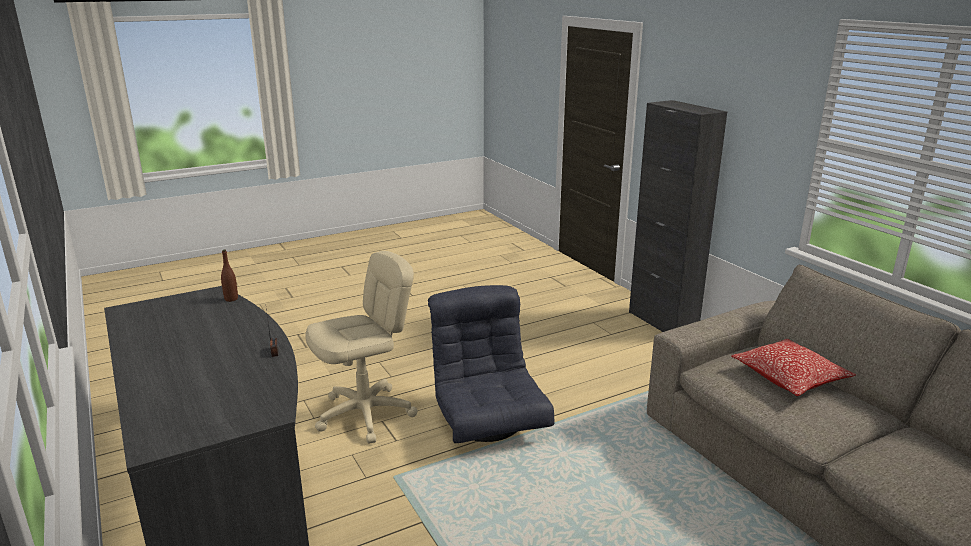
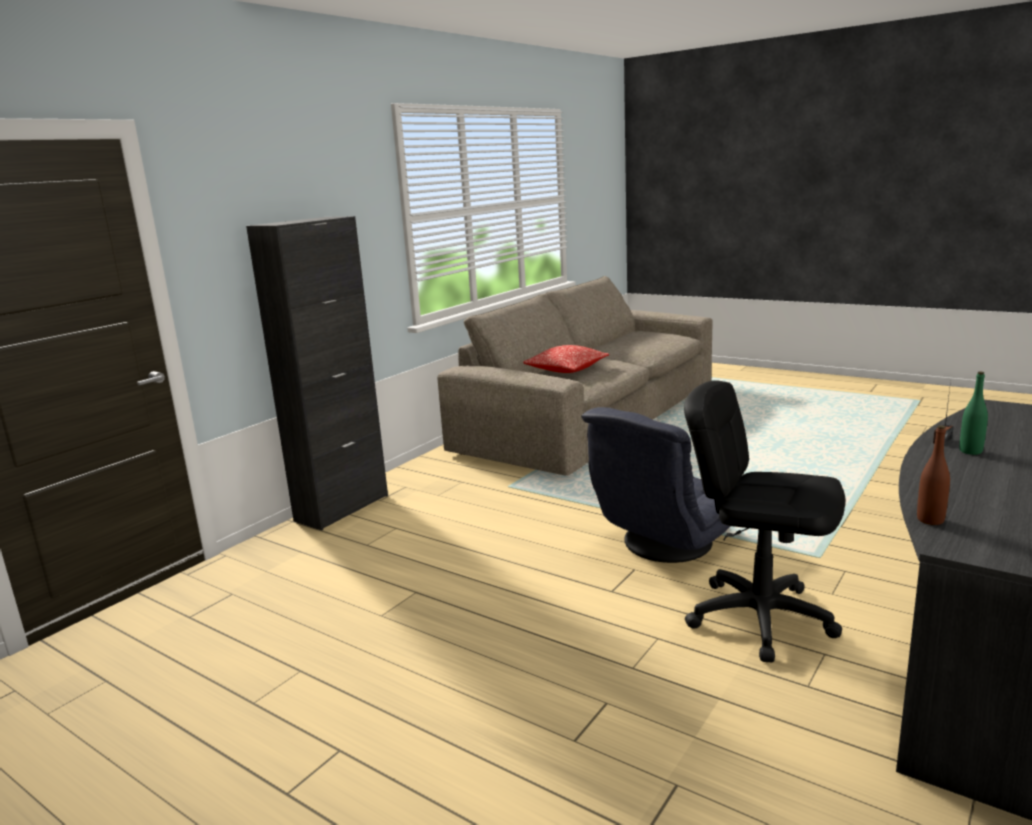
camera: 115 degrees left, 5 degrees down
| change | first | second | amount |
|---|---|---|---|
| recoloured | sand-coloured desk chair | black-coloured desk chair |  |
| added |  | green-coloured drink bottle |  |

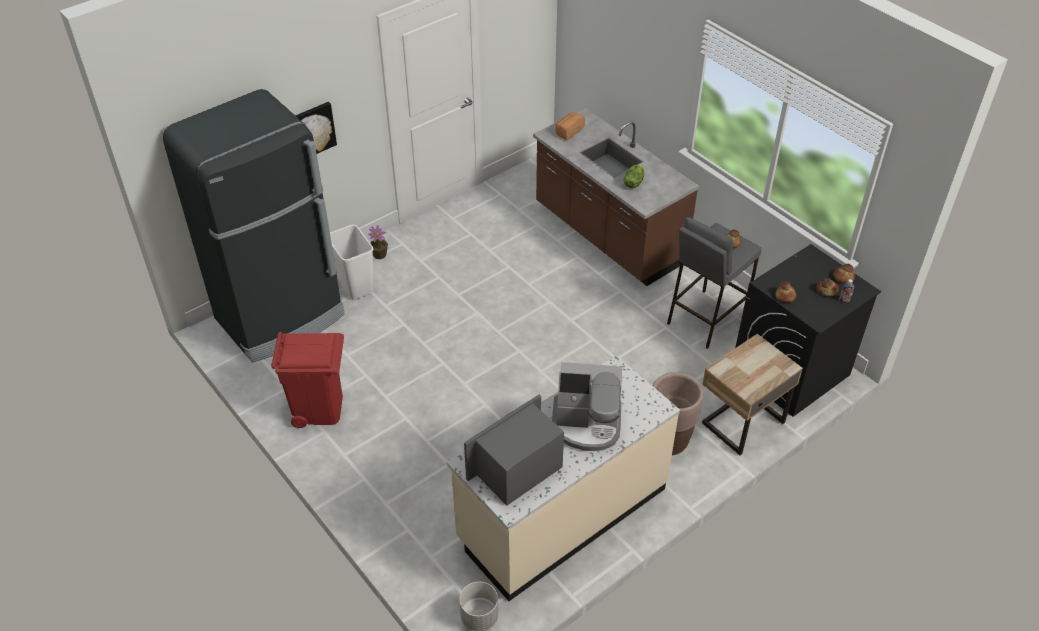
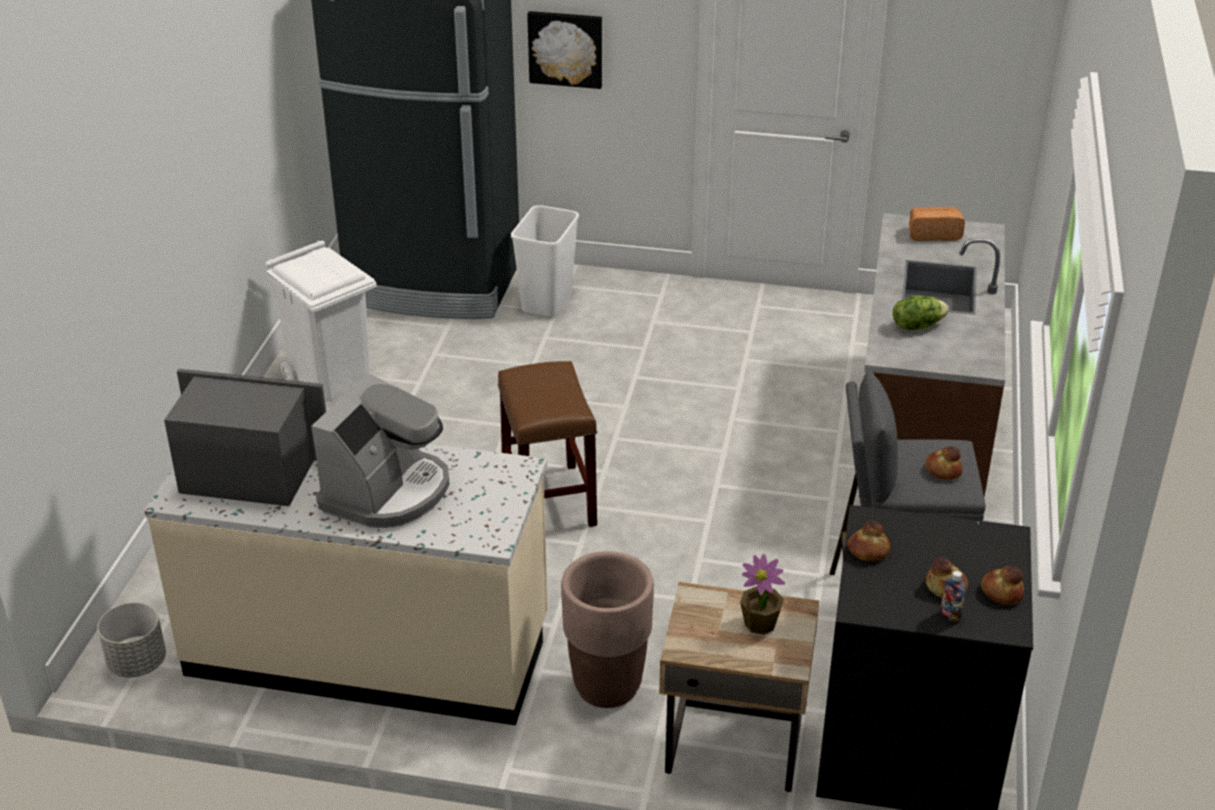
camera: 50 degrees right, 10 degrees down
| change | first | second | amount |
|---|---|---|---|
| moved | potted plant |  |  |
| recoloured | reddish waste bin | whitish waste bin (1st from left) |  |
| turned | coffee maker |  | 120 degrees counterclockwise |
| added |  | brown-coloured sitting stool |  |

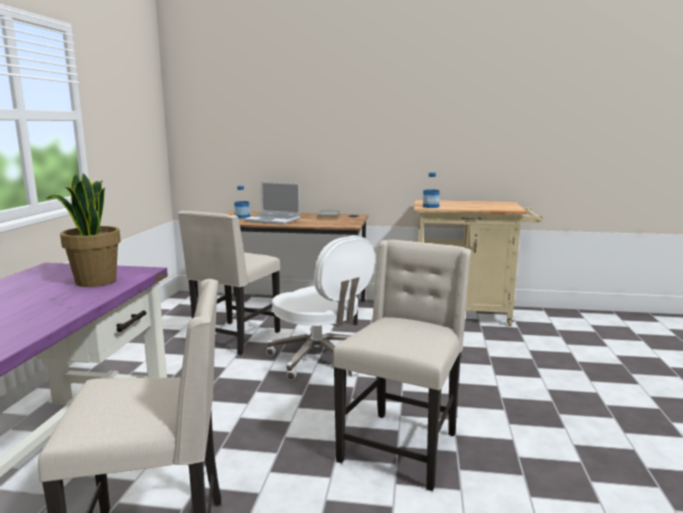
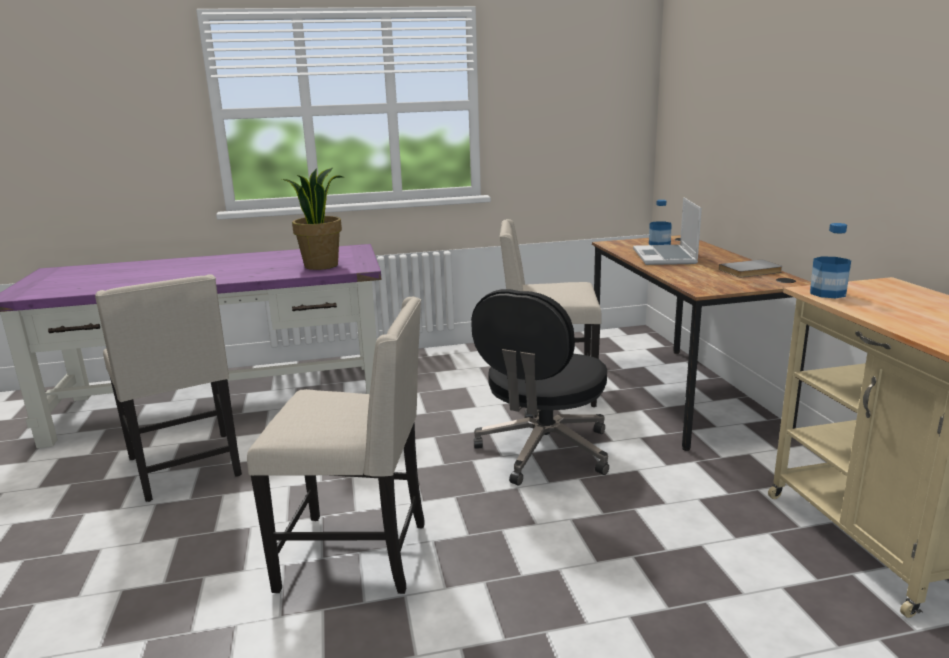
camera: 70 degrees right, 5 degrees up
| change | first | second | amount |
|---|---|---|---|
| recoloured | whitish desk chair | black-coloured desk chair |  |

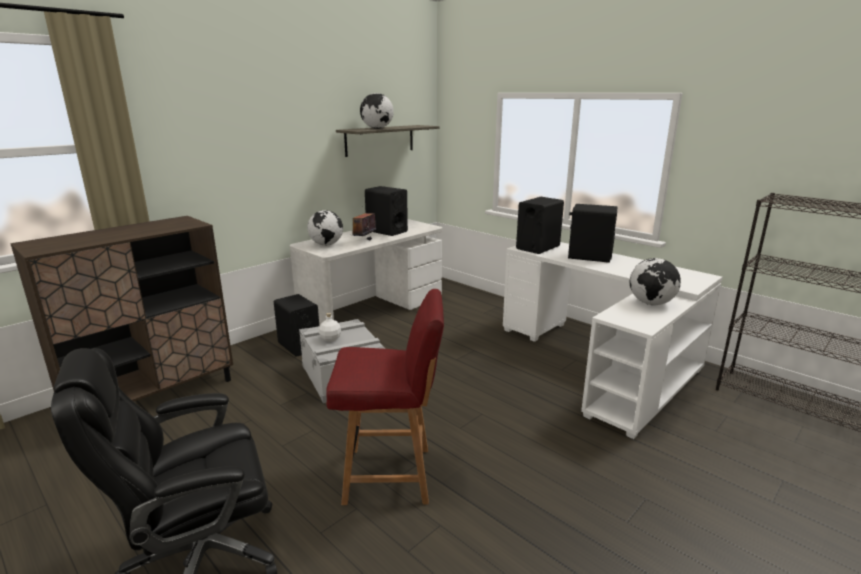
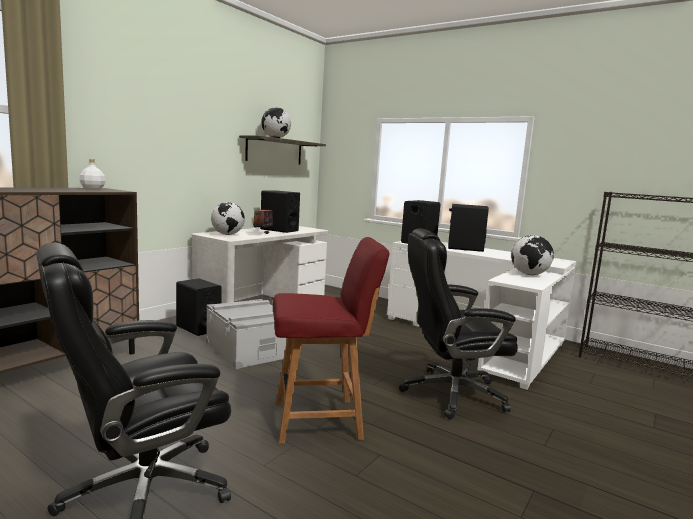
camera: 10 degrees left, 10 degrees down
| change | first | second | amount |
|---|---|---|---|
| moved | whitish drink bottle |  |  |
| added |  | black-coloured desk chair (2nd from left) |  |

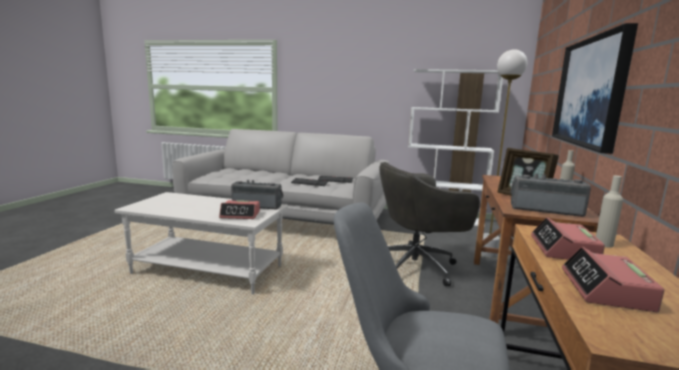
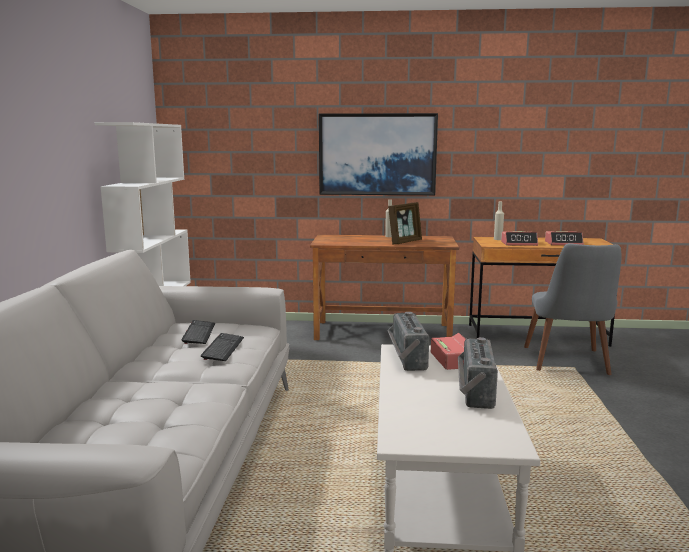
camera: 100 degrees left, 0 degrees up
| change | first | second | amount |
|---|---|---|---|
| removed | whitish standard lamp |  |  |
| removed | grey desk chair |  |  |
| moved | radio (2nd from left) |  |  |

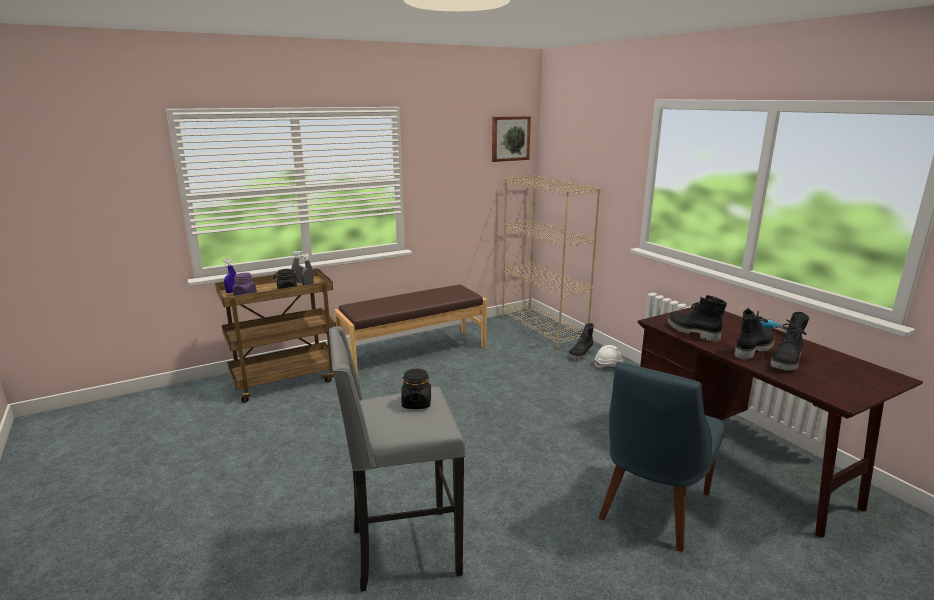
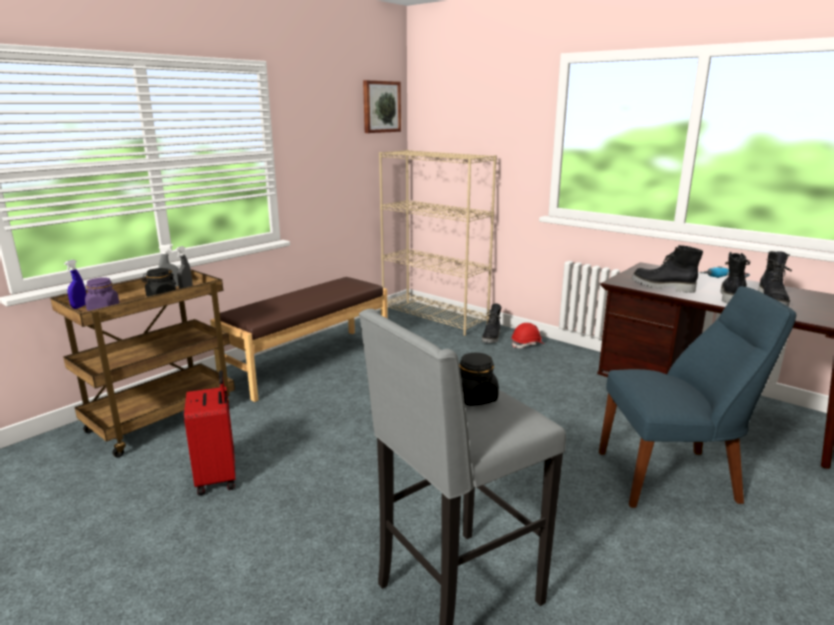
camera: 20 degrees left, 0 degrees up
| change | first | second | amount |
|---|---|---|---|
| recoloured | whitish safety helmet | reddish safety helmet |  |
| turned | bluish upright chair |  | 105 degrees counterclockwise |
| added |  | reddish suitcase |  |

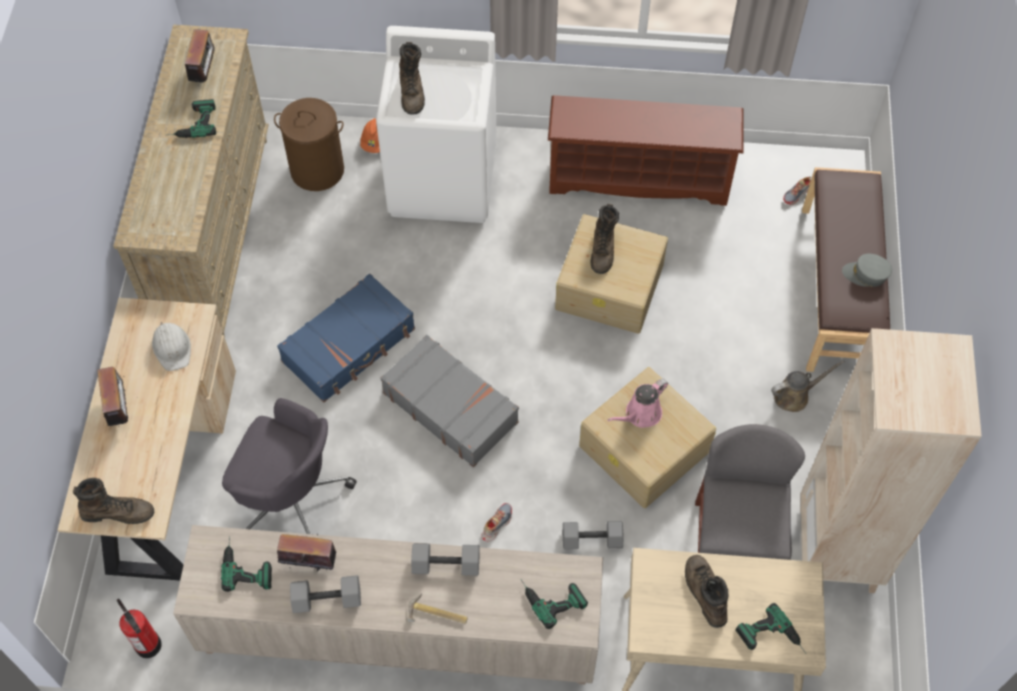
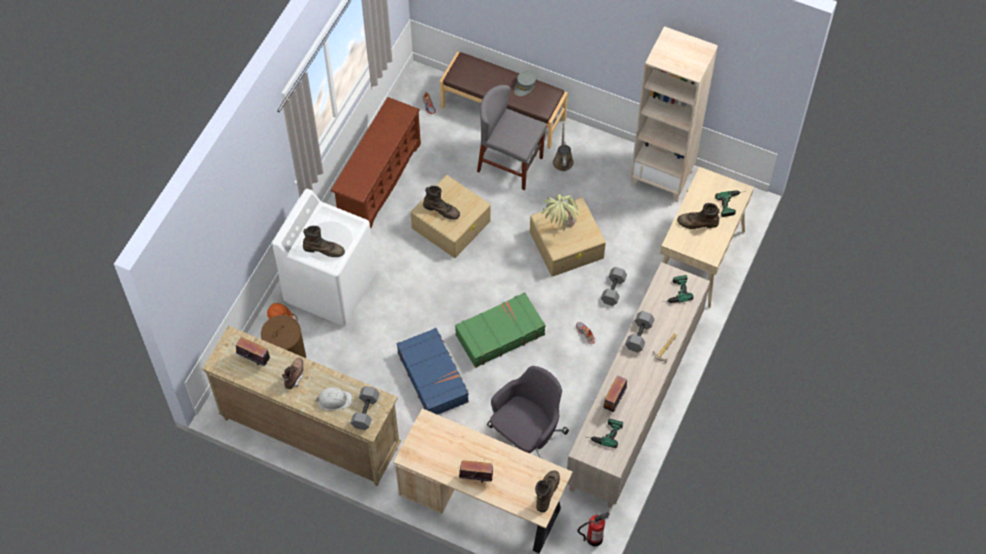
camera: 70 degrees left, 0 degrees up
| change | first | second | amount |
|---|---|---|---|
| replaced | electric drill (1st from left) | brown-coloured high-top boot (1st from left) |  |
| moved | whitish safety helmet |  |  |
| recoloured | grey suitcase | green-coloured suitcase |  |
| replaced | pinkish sprinkling can | potted plant |  |
| moved | grey upright chair |  |  |
| moved | grey hand weight (1st from left) |  |  |

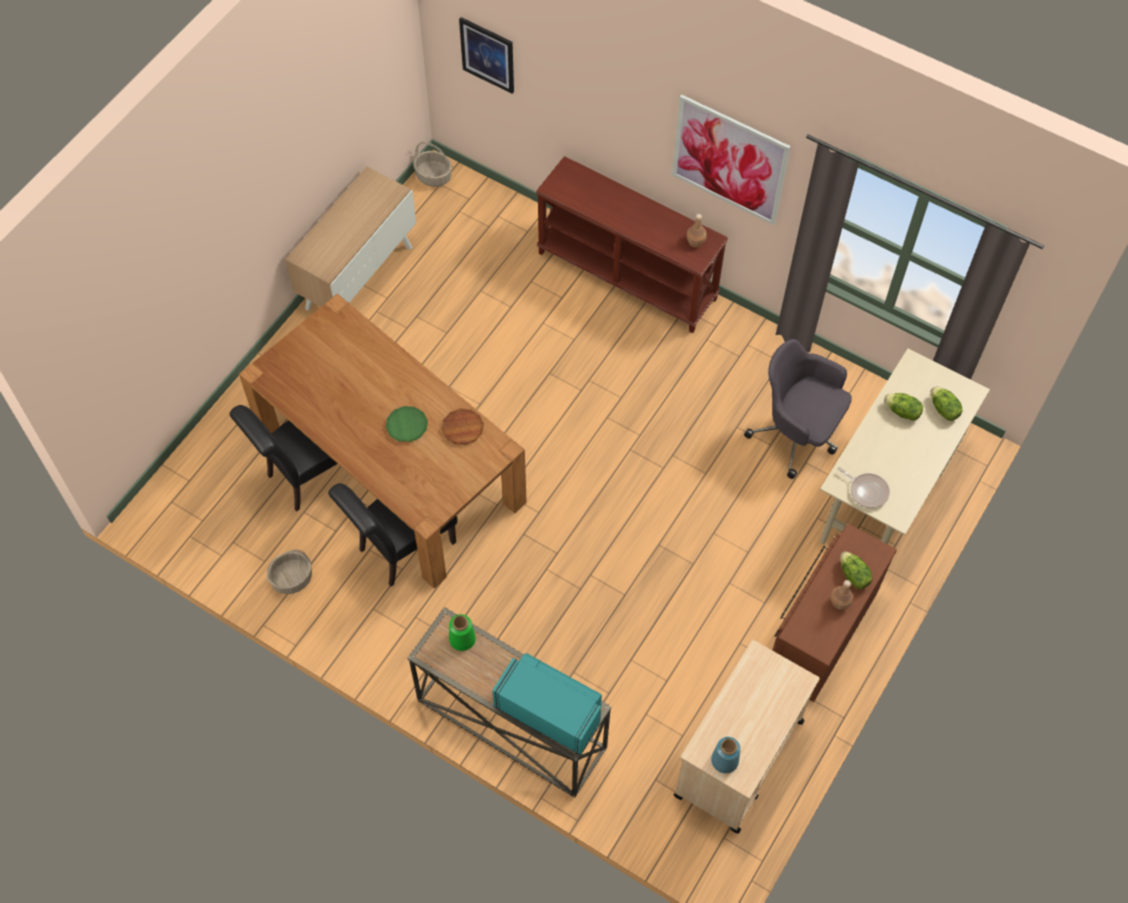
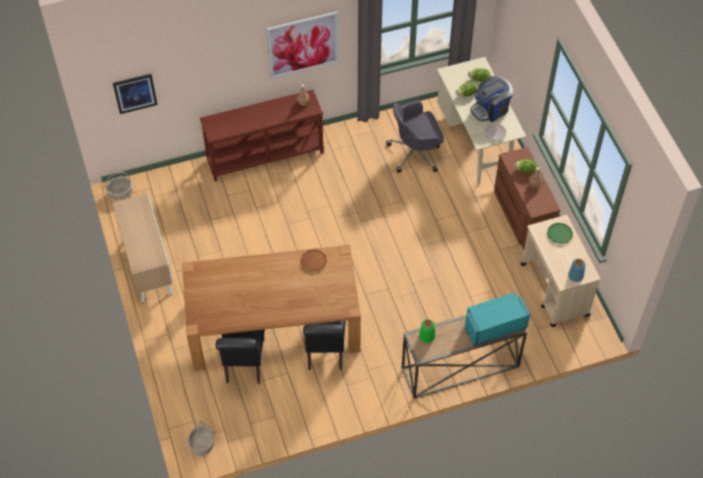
camera: 50 degrees left, 5 degrees down
| change | first | second | amount |
|---|---|---|---|
| moved | green-coloured plate |  |  |
| moved | household basket (1st from left in the first image) | household basket (2nd from left) |  |
| added |  | coffee maker |  |

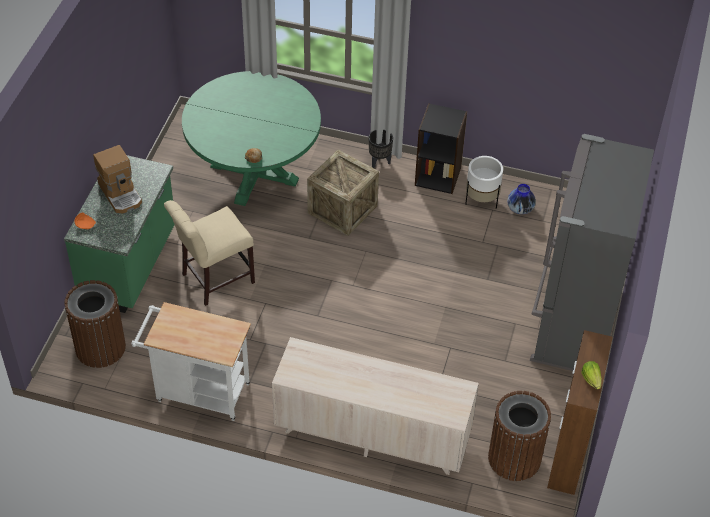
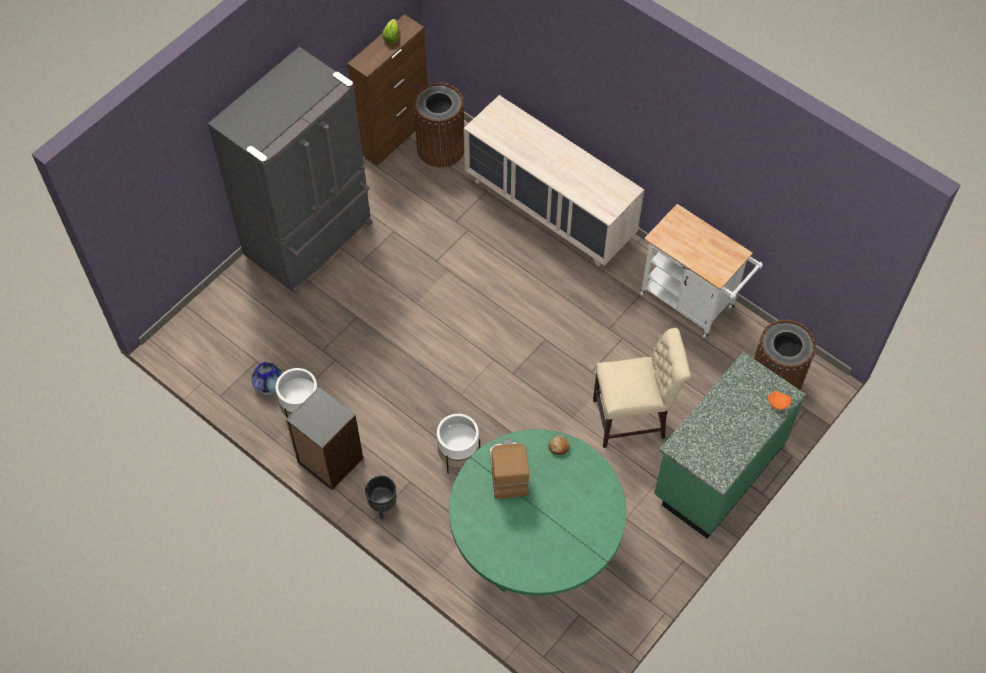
camera: 155 degrees left, 10 degrees up
| change | first | second | amount |
|---|---|---|---|
| moved | coffee maker |  |  |
| replaced | shipping crate | whitish plant pot (2nd from left) |  |

